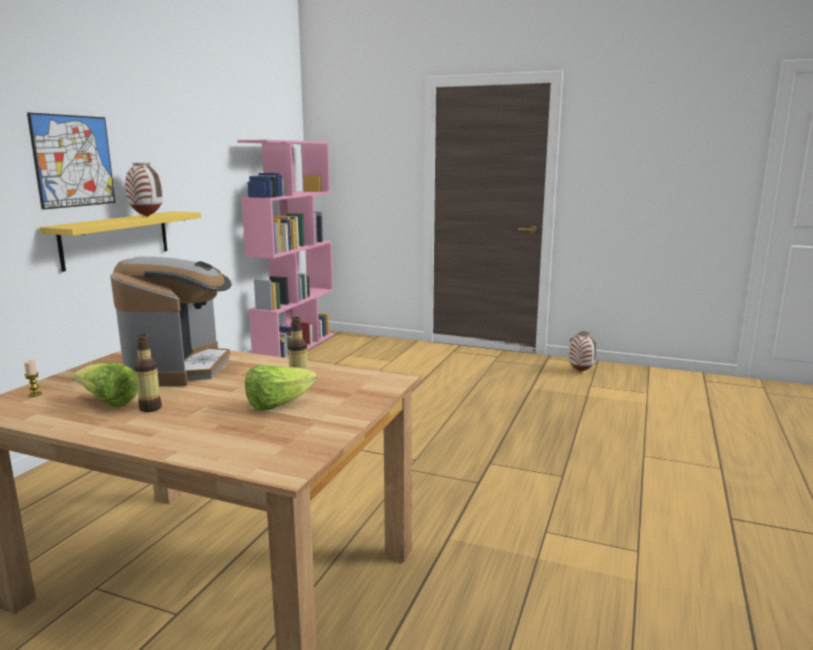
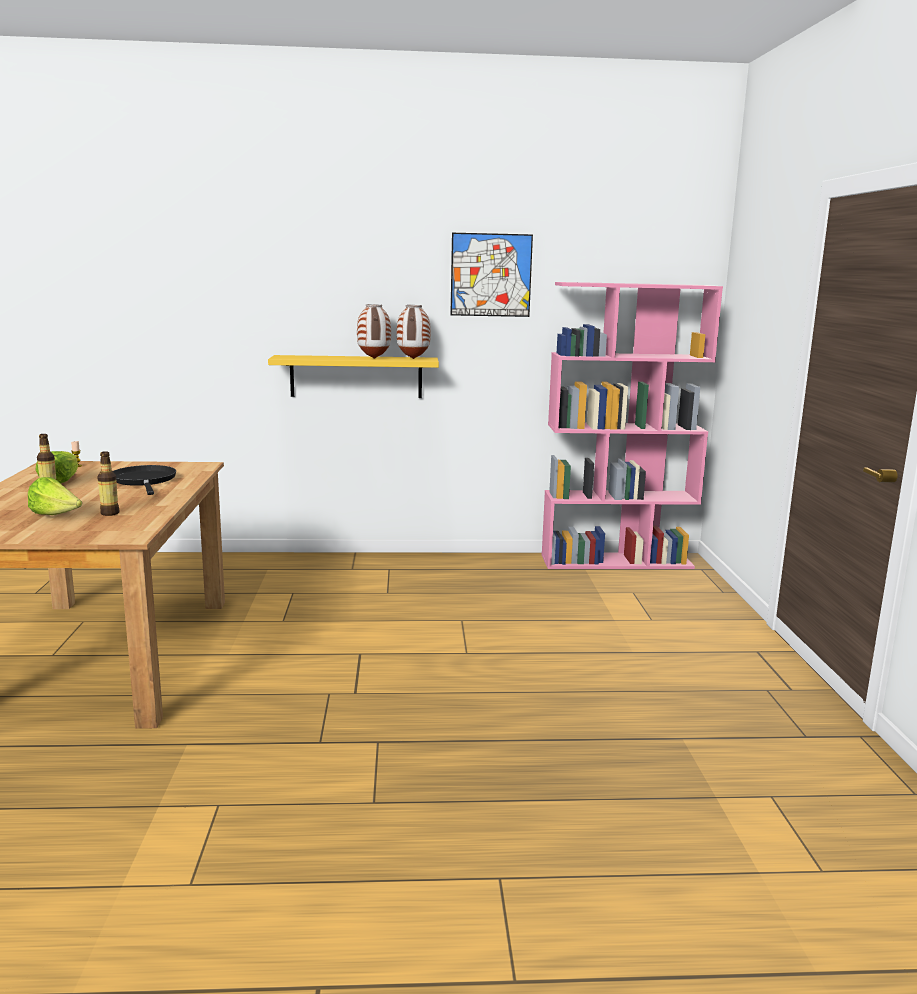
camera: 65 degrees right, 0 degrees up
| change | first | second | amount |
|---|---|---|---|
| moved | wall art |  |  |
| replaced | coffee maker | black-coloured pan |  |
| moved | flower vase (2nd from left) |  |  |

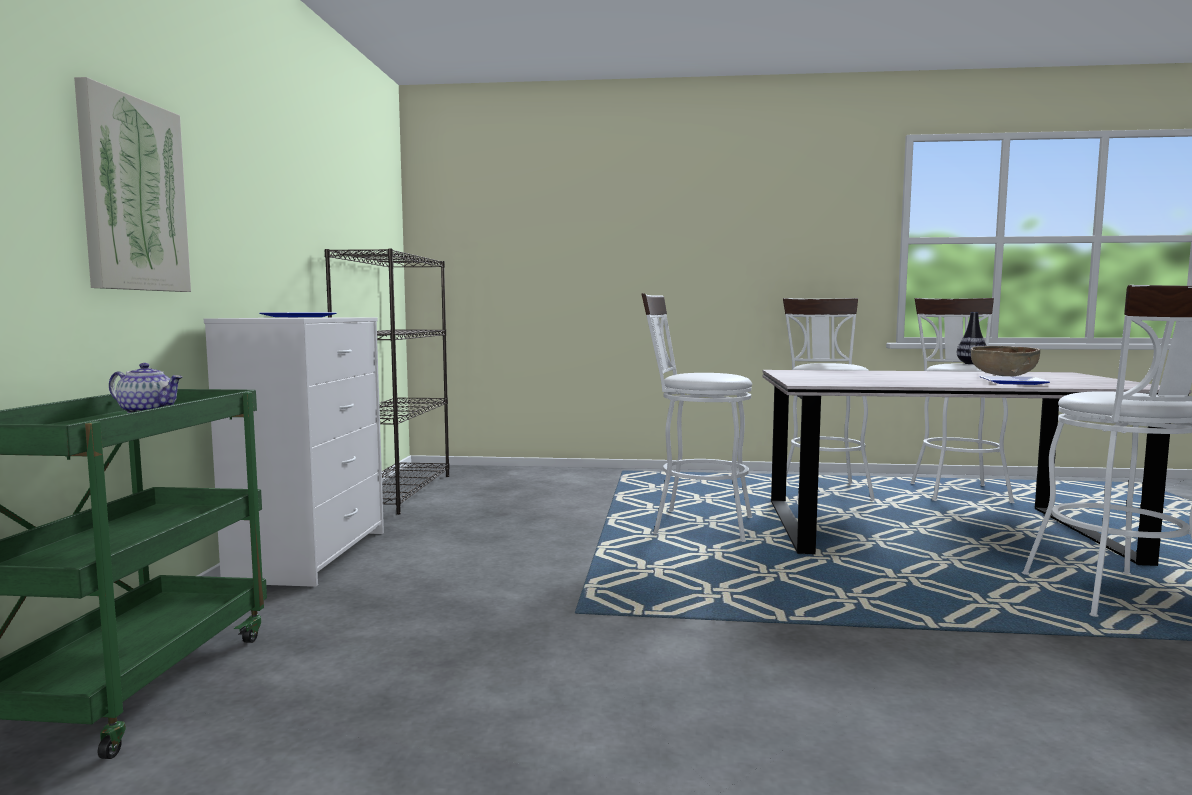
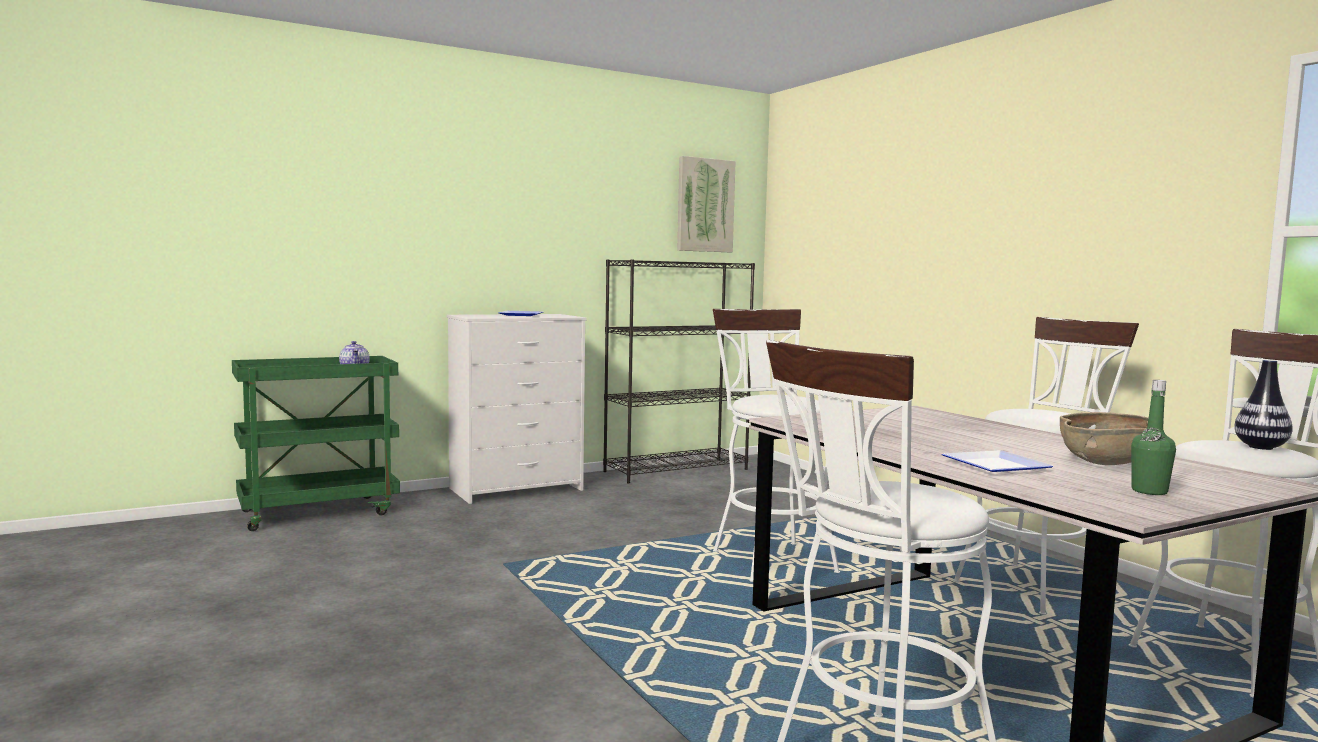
camera: 55 degrees right, 0 degrees up
| change | first | second | amount |
|---|---|---|---|
| moved | wall art |  |  |
| added |  | green-coloured drink bottle |  |

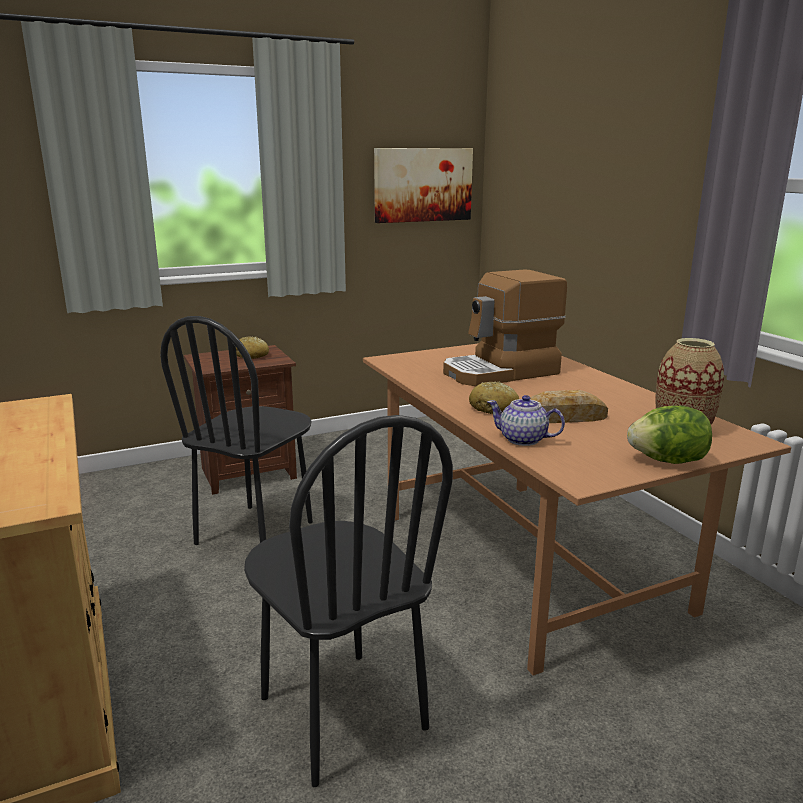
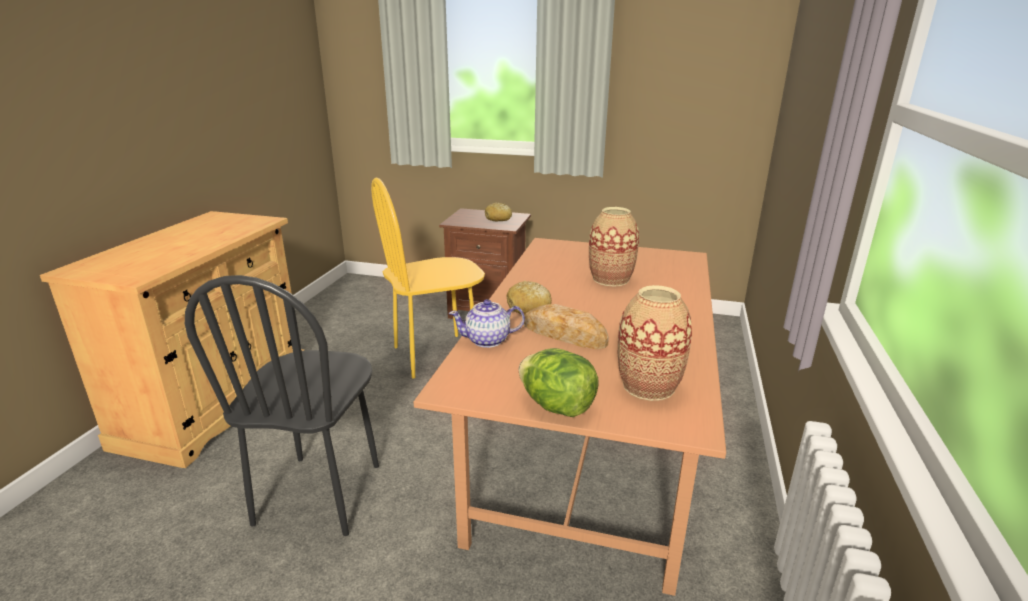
camera: 40 degrees right, 5 degrees up
| change | first | second | amount |
|---|---|---|---|
| removed | wall art |  |  |
| replaced | coffee maker | flower vase (1st from left) |  |
| recoloured | black-coloured upright chair (1st from left) | yellow upright chair |  |
| turned | teapot |  | 75 degrees counterclockwise |

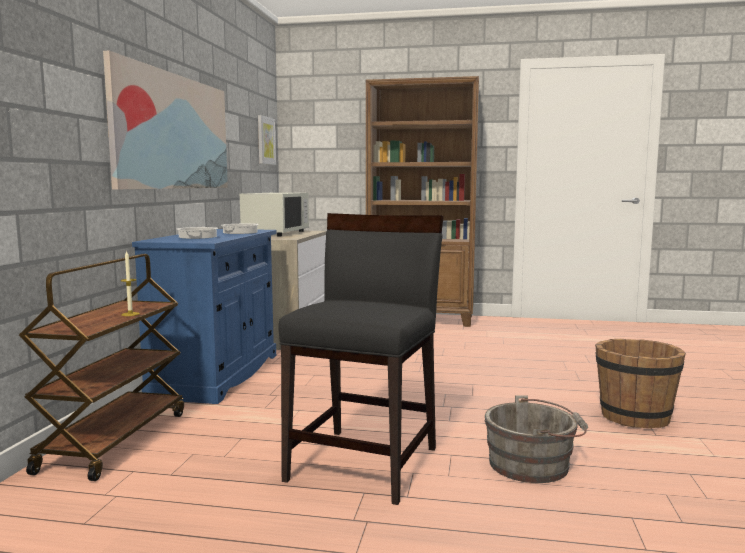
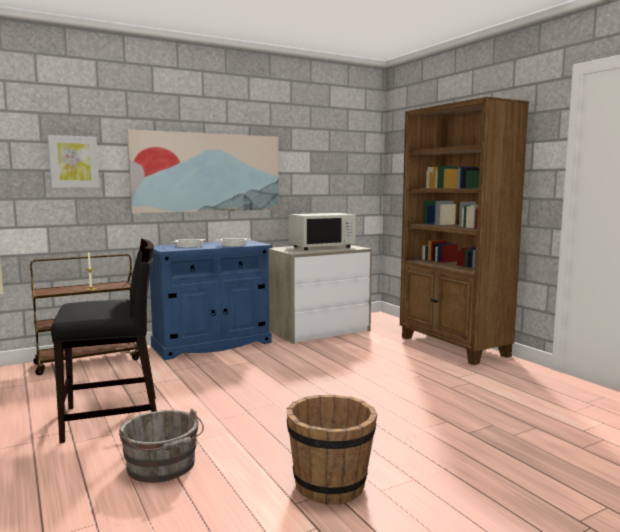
camera: 50 degrees right, 0 degrees up
| change | first | second | amount |
|---|---|---|---|
| moved | wall art (2nd from left in the first image) | wall art (1st from left) |  |

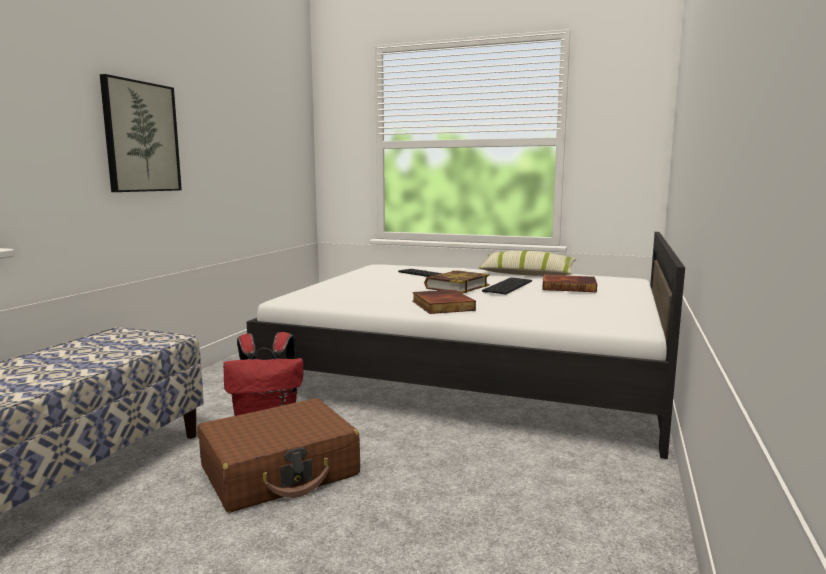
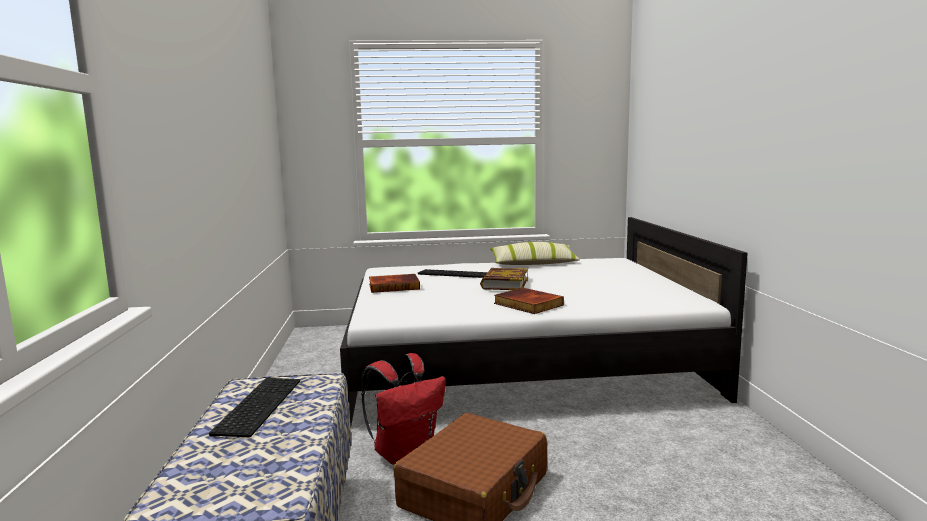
camera: 25 degrees left, 0 degrees up
| change | first | second | amount |
|---|---|---|---|
| removed | wall art |  |  |
| moved | bound book (3rd from left in the first image) | bound book (1st from left) |  |
| moved | computer keyboard (2nd from left in the first image) | computer keyboard (1st from left) |  |

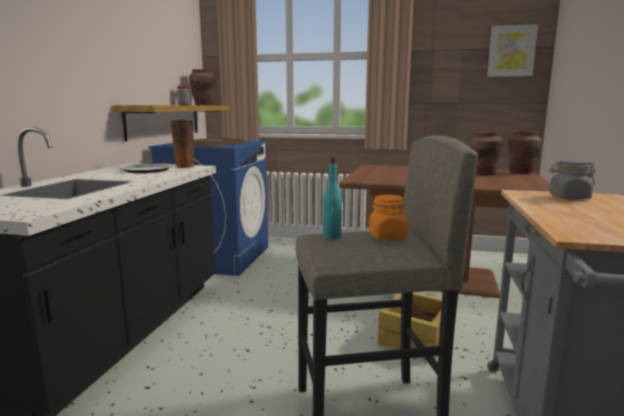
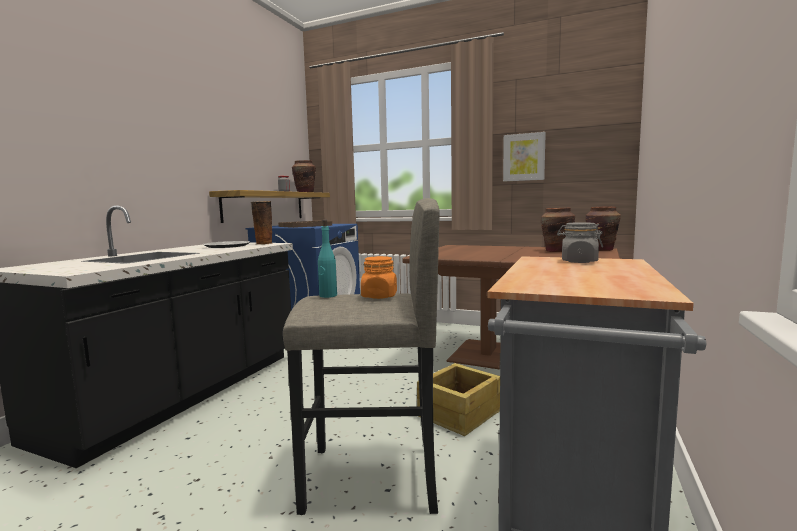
camera: 10 degrees right, 5 degrees down
| change | first | second | amount |
|---|---|---|---|
| moved | wall art |  |  |

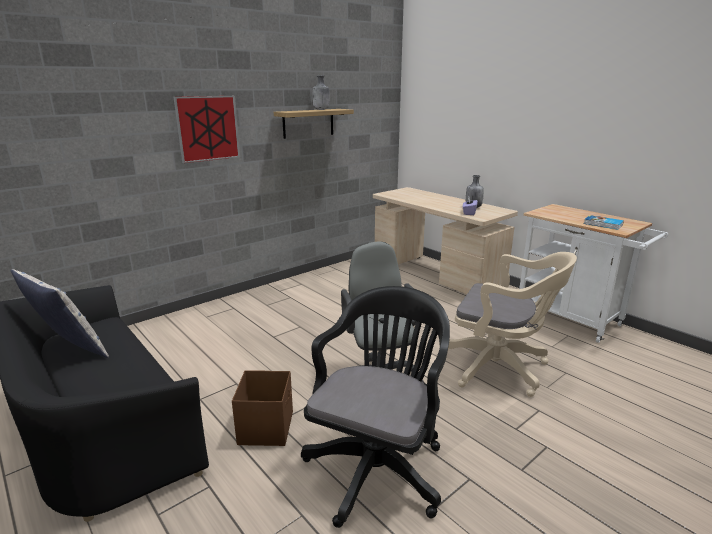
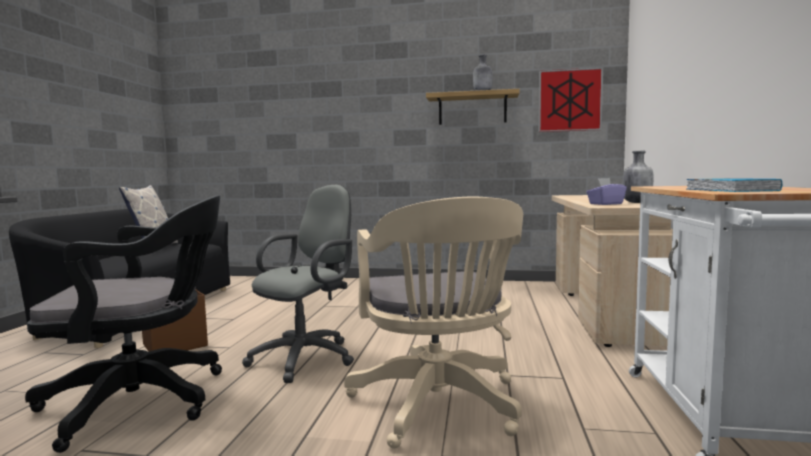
camera: 50 degrees right, 15 degrees down
| change | first | second | amount |
|---|---|---|---|
| moved | wall art |  |  |

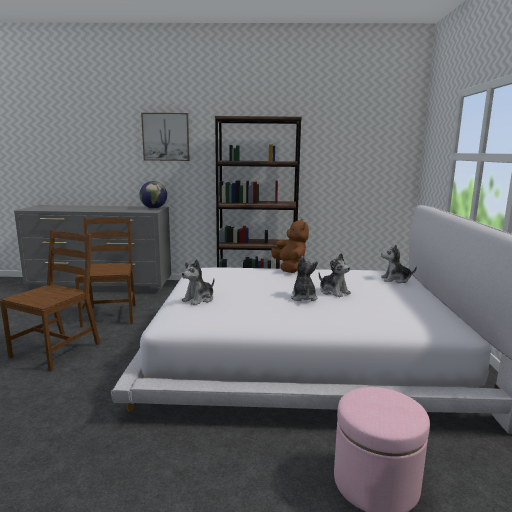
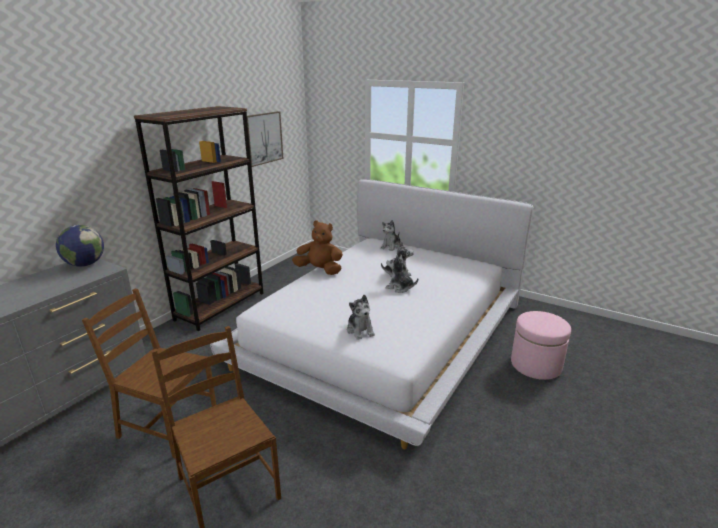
camera: 60 degrees left, 10 degrees up
| change | first | second | amount |
|---|---|---|---|
| moved | wall art |  |  |

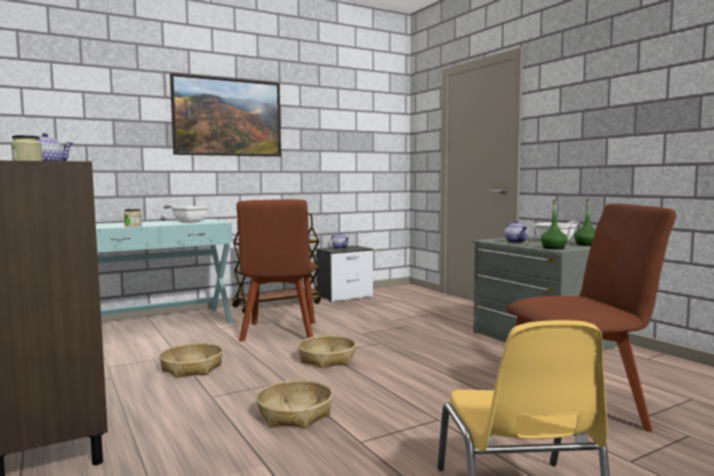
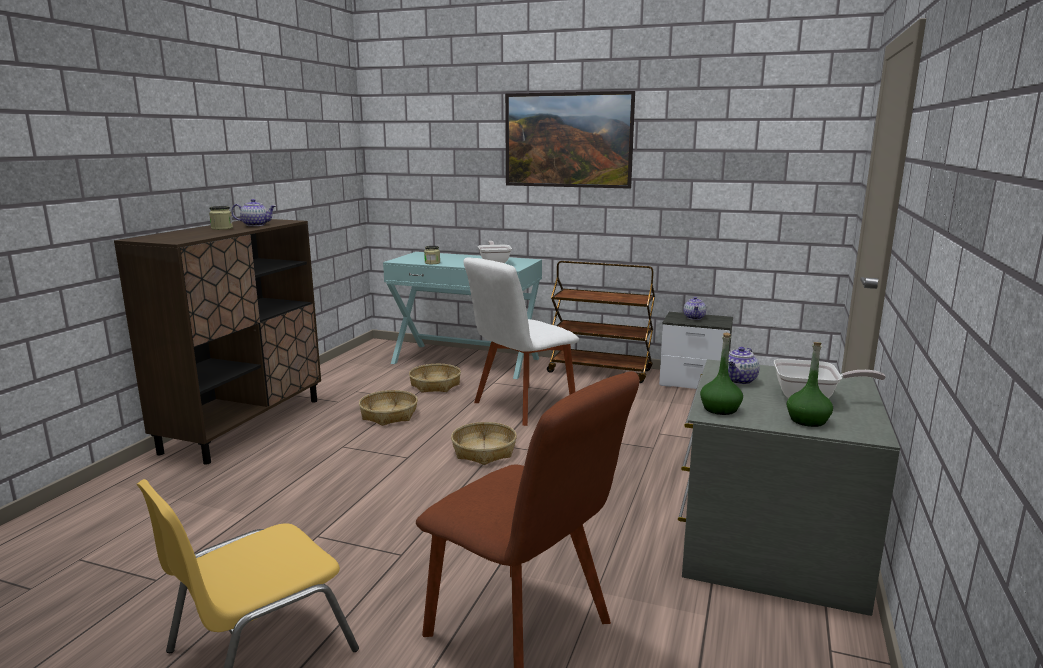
camera: 50 degrees right, 10 degrees up
| change | first | second | amount |
|---|---|---|---|
| recoloured | brown-coloured upright chair (1st from left) | whitish upright chair |  |
| moved | household basket (2nd from left) |  |  |

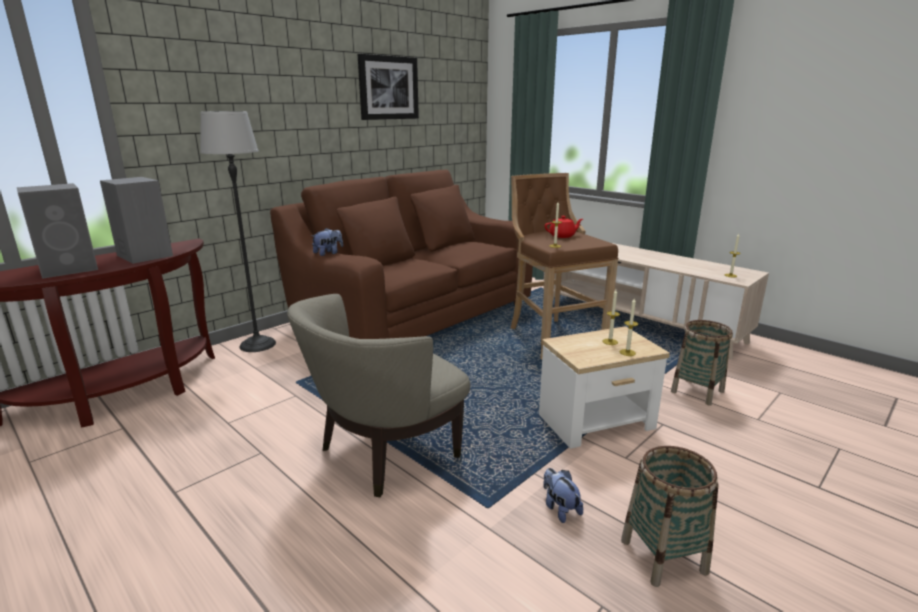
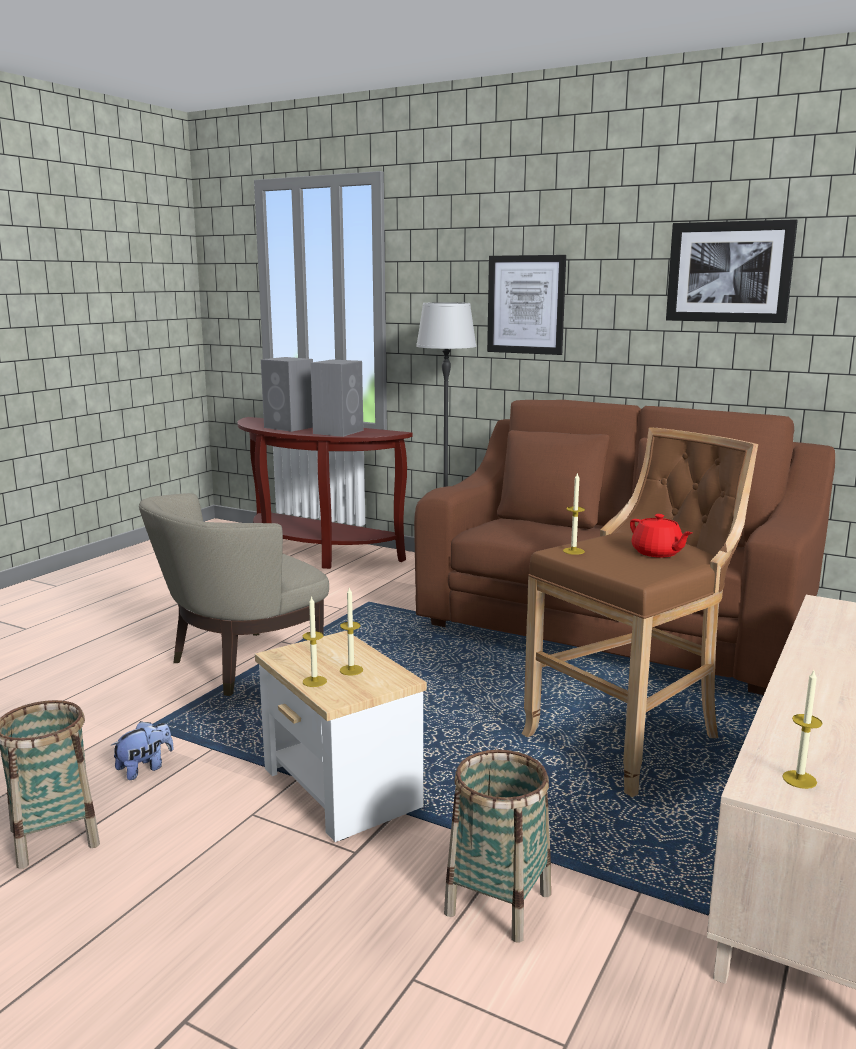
camera: 75 degrees right, 5 degrees down
| change | first | second | amount |
|---|---|---|---|
| removed | soft toy (1st from left) |  |  |
| turned | sand-coloured lounge chair |  | 75 degrees counterclockwise |
| added |  | wall art (1st from left) |  |

